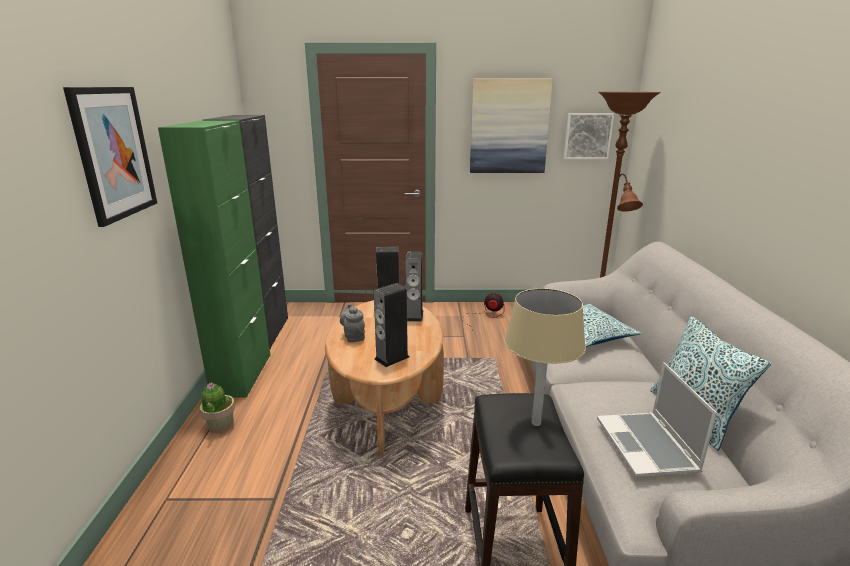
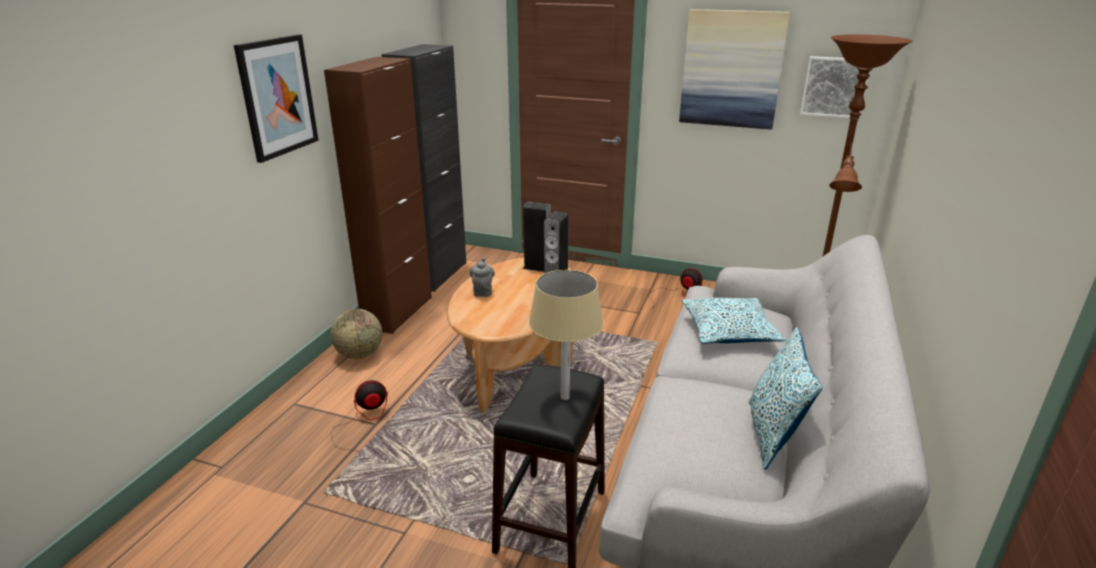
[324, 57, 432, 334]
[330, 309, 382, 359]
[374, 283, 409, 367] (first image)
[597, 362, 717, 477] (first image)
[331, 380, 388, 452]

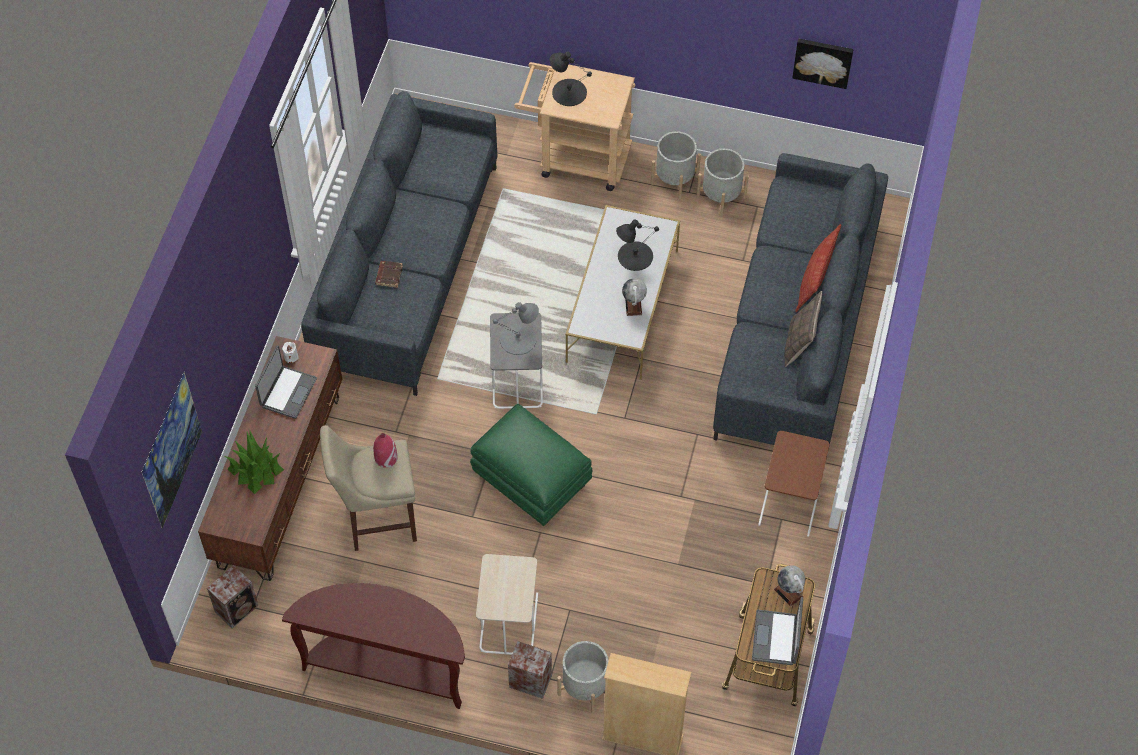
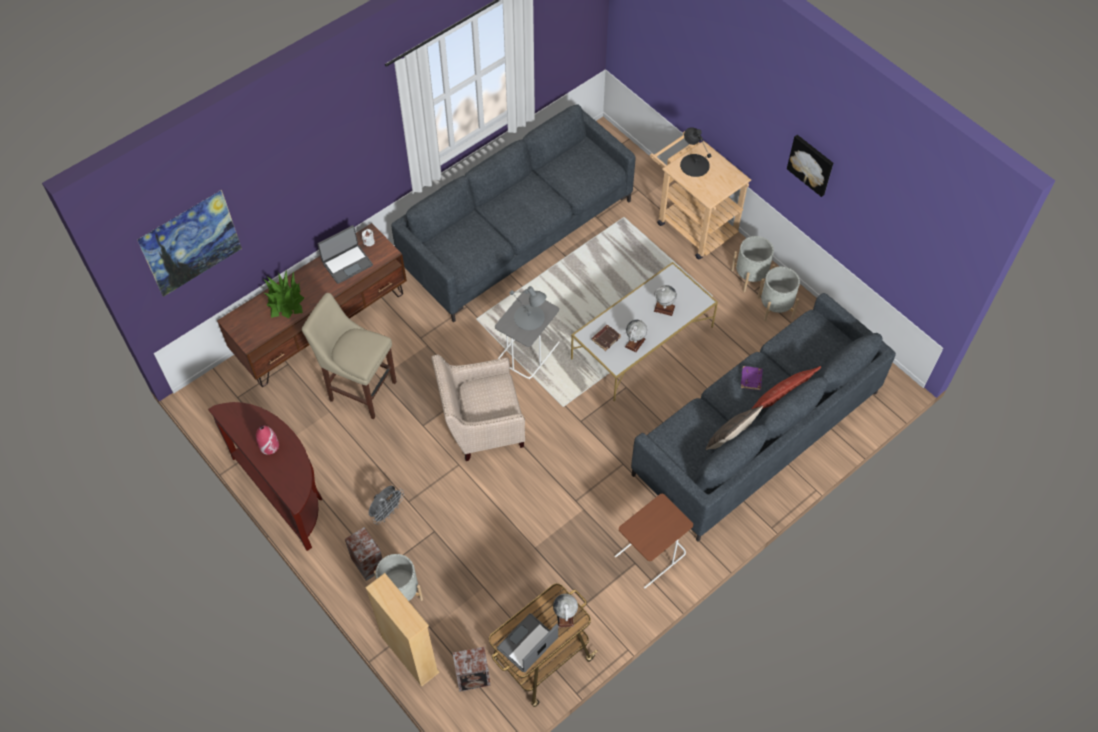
[453, 647, 490, 692]
[256, 425, 279, 455]
[591, 325, 621, 351]
[431, 355, 525, 461]
[369, 486, 404, 525]
[654, 285, 677, 316]
[787, 135, 833, 197]
[741, 366, 763, 390]

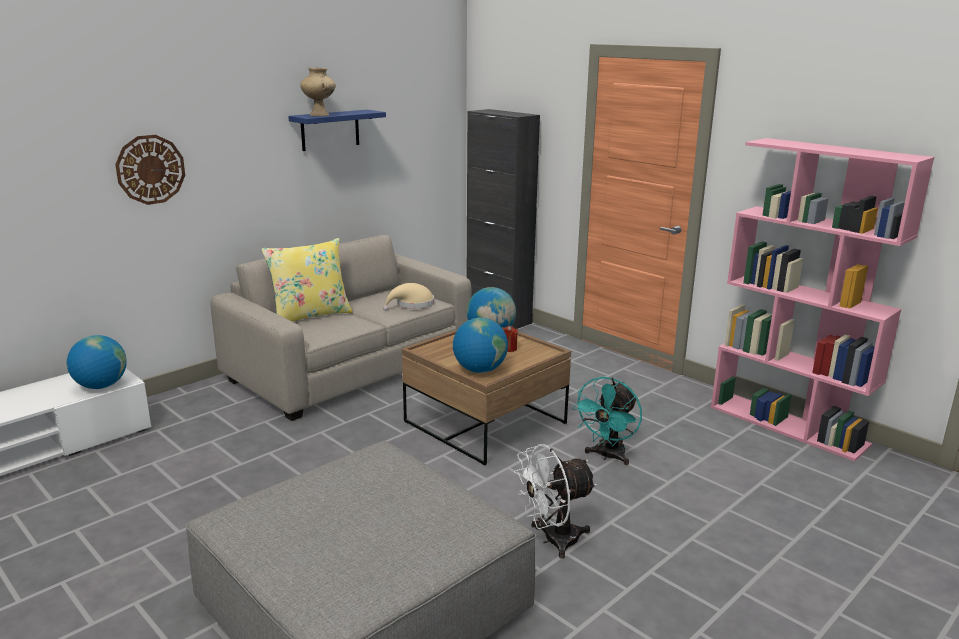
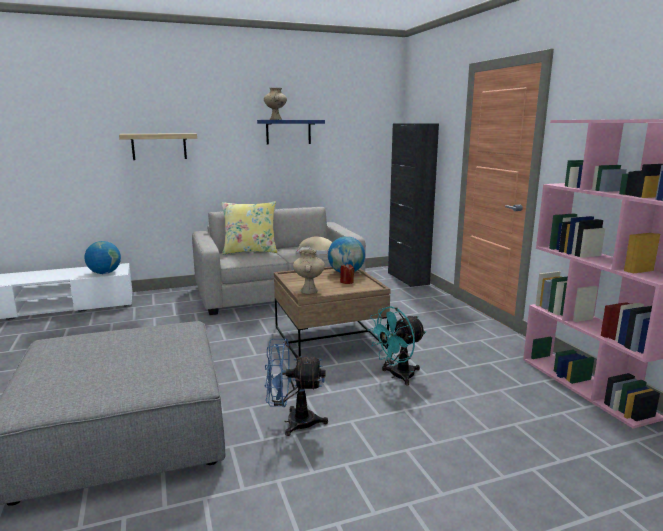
[119, 133, 197, 160]
[293, 249, 325, 294]
[264, 339, 328, 436]

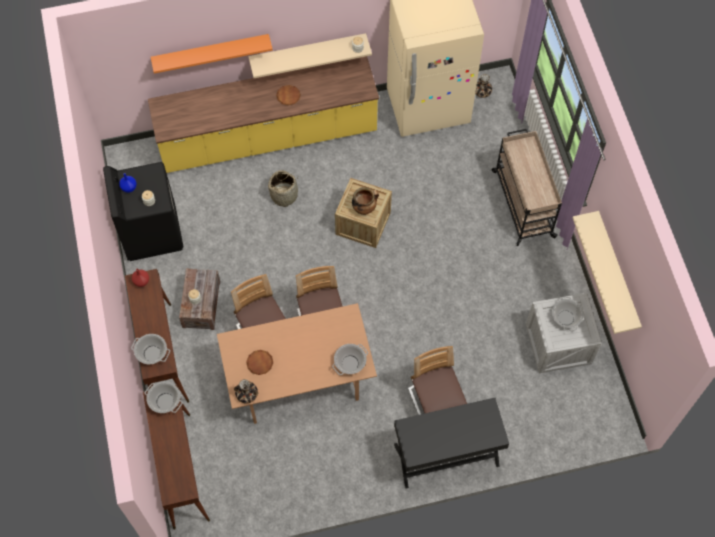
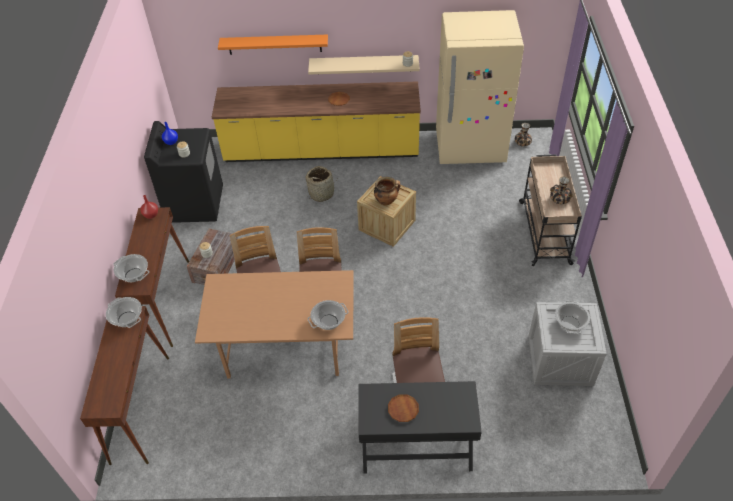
[550, 176, 573, 204]
[388, 394, 419, 422]
[573, 211, 642, 334] (first image)

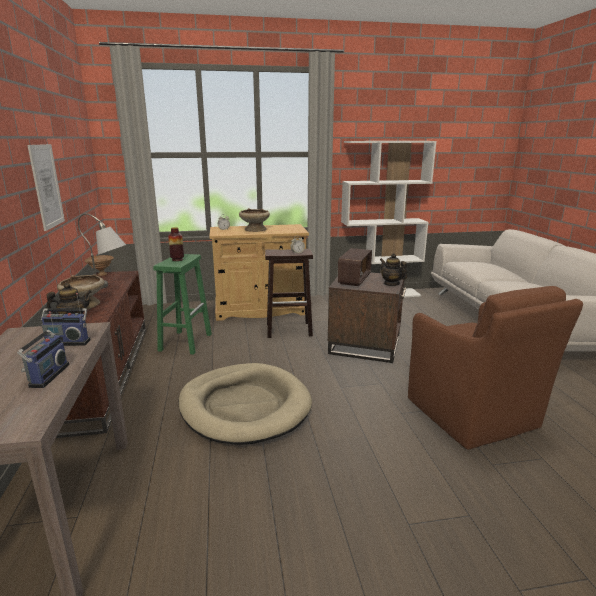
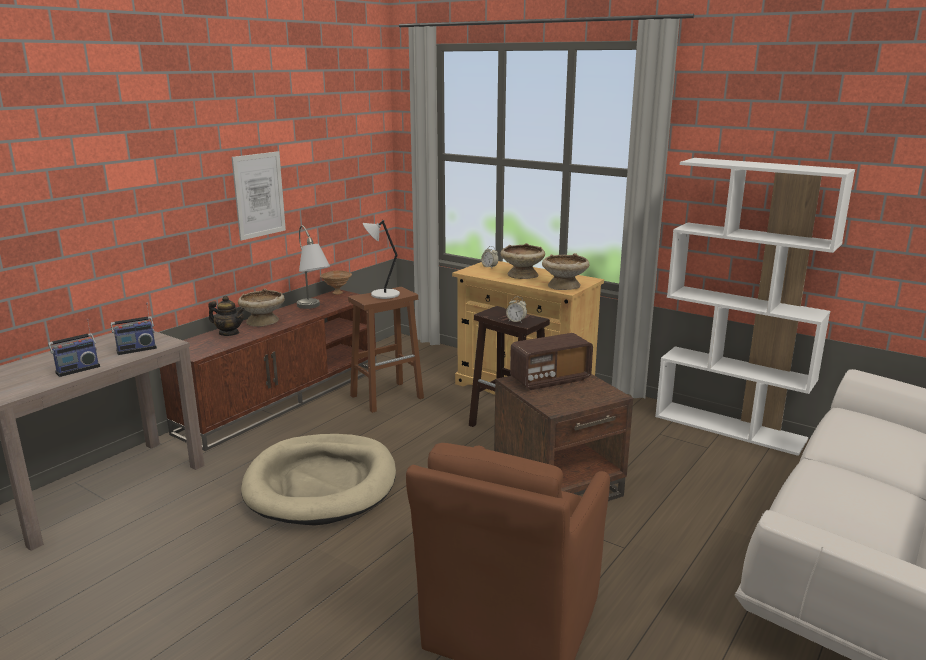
[111, 303, 157, 355]
[348, 287, 424, 413]
[363, 220, 400, 299]
[380, 253, 407, 286] (first image)
[542, 253, 590, 290]

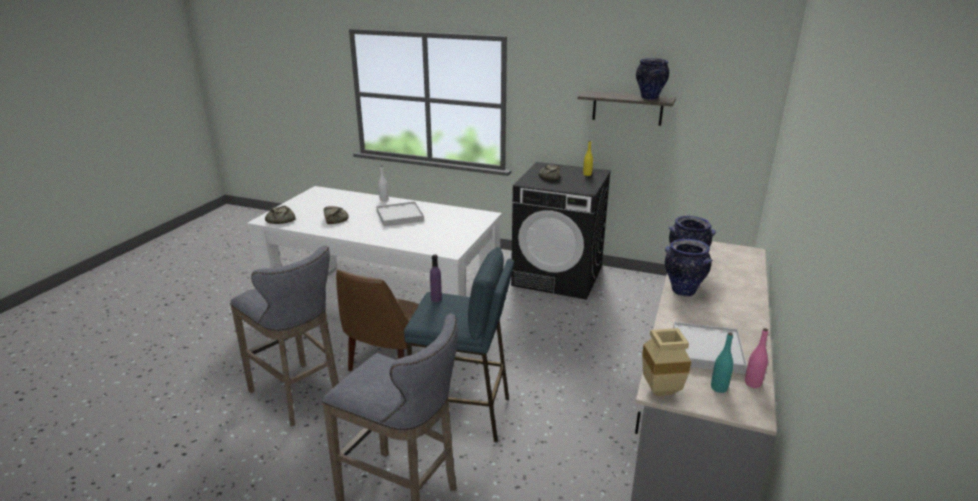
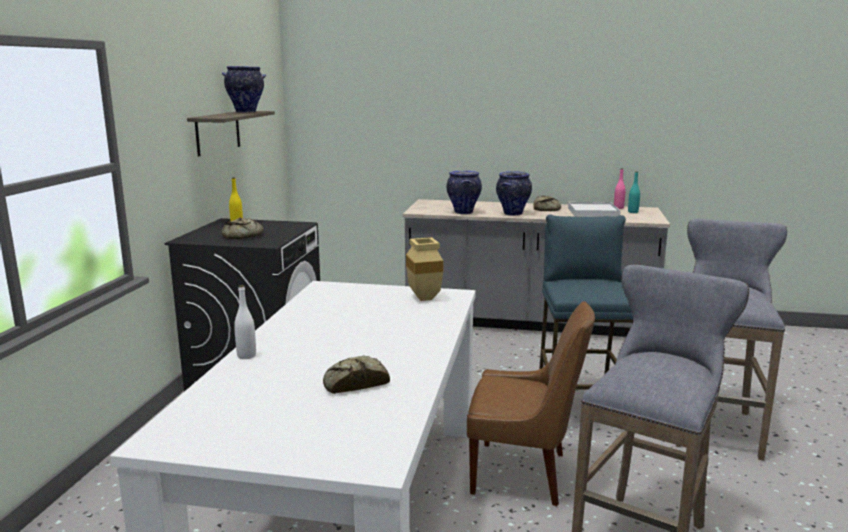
[534, 196, 561, 211]
[376, 201, 424, 227] (first image)
[430, 254, 442, 302] (first image)
[406, 237, 443, 301]

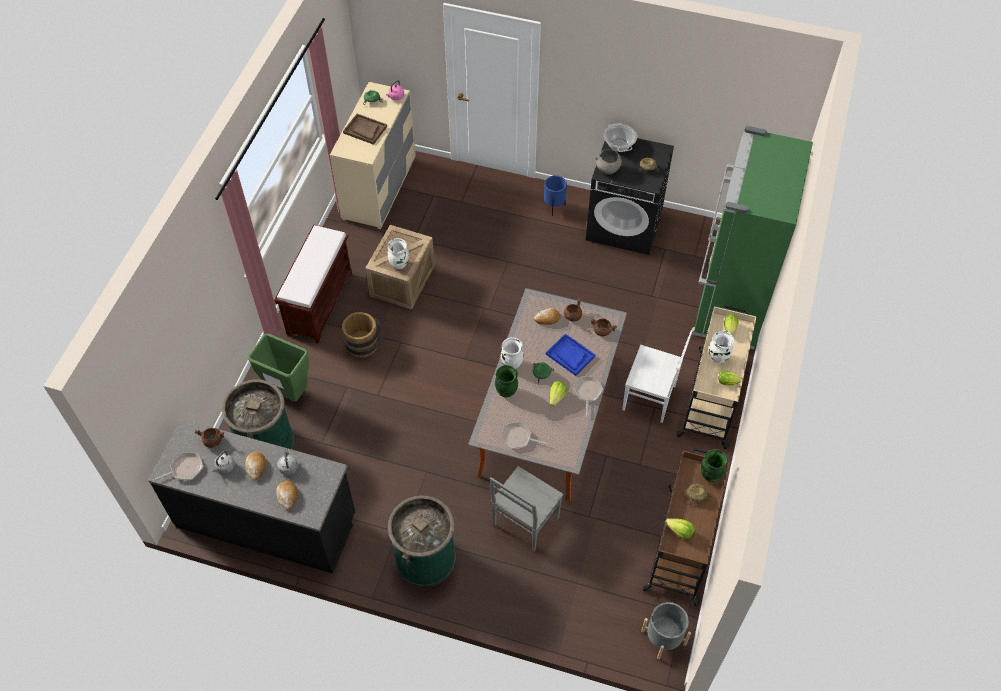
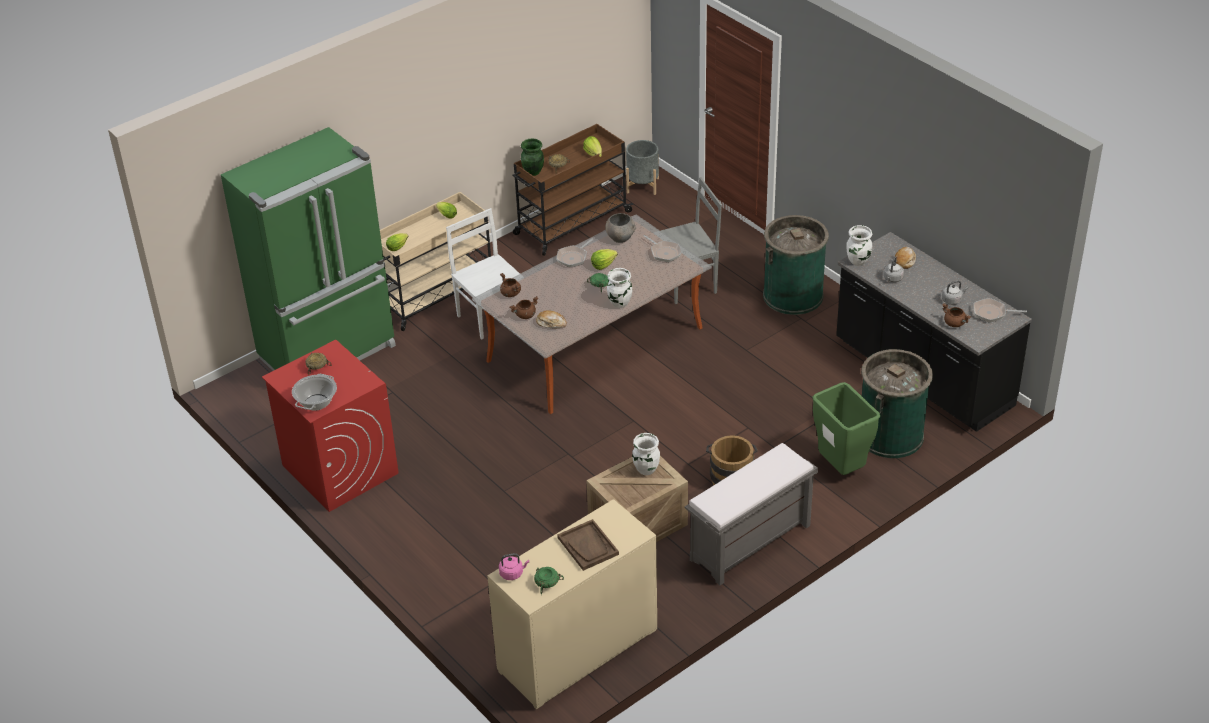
[246, 452, 266, 481] (first image)
[685, 443, 818, 585]
[495, 365, 518, 397] (first image)
[544, 175, 567, 216] (first image)
[546, 334, 595, 376] (first image)
[262, 340, 399, 512]
[605, 213, 636, 243]
[846, 225, 872, 266]

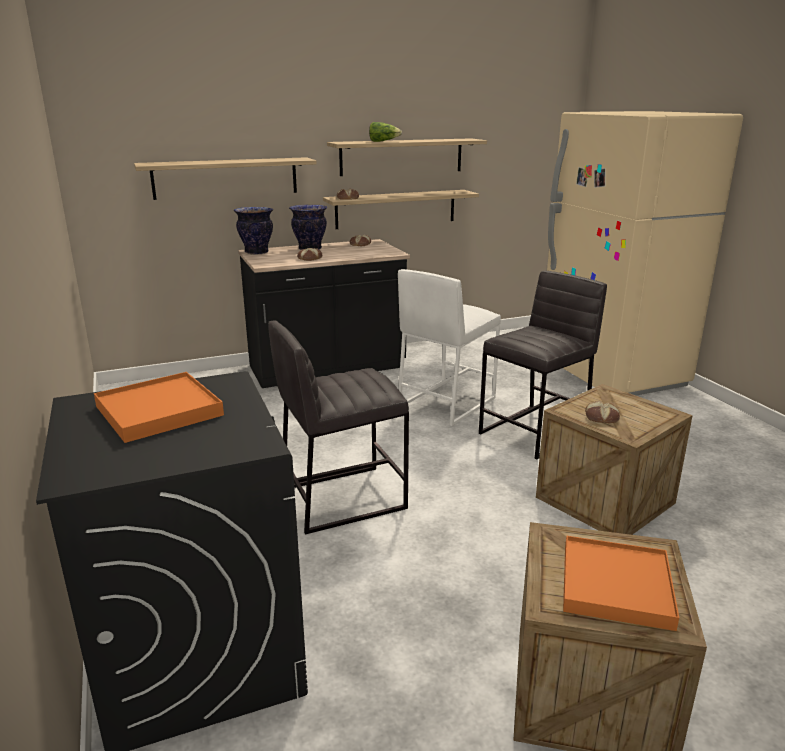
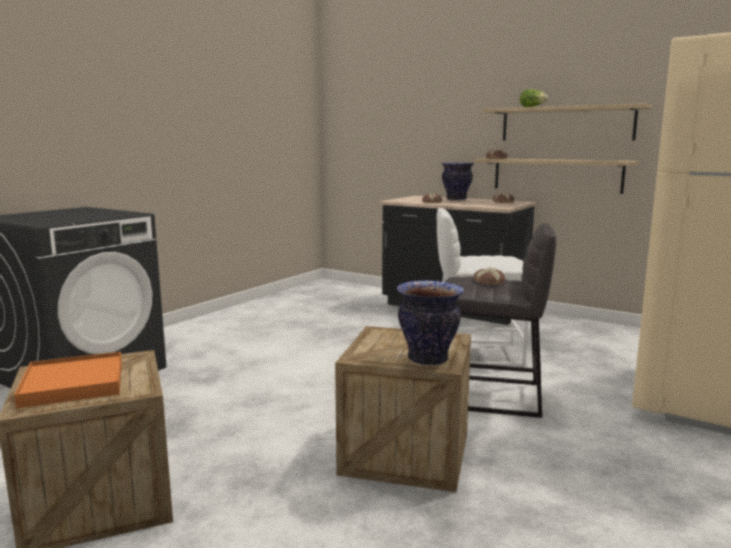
[94, 372, 224, 443] (first image)
[134, 157, 317, 200] (first image)
[397, 280, 464, 366]
[268, 320, 409, 534] (first image)
[473, 268, 505, 285]

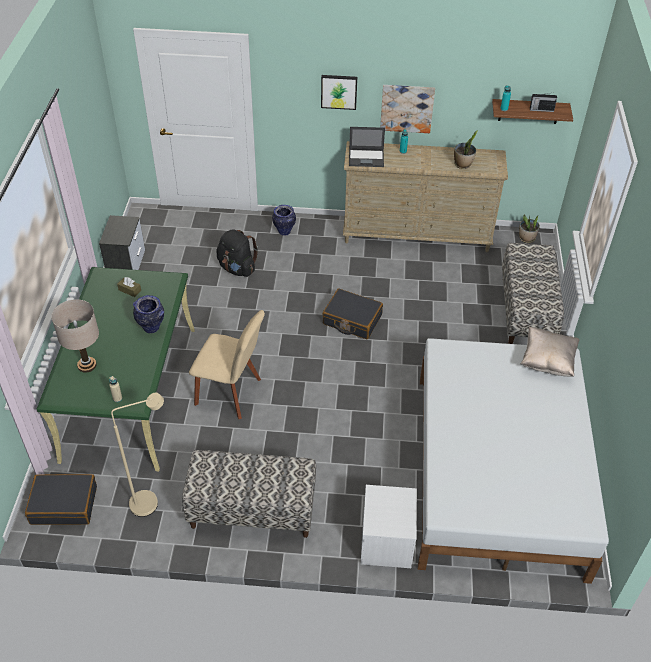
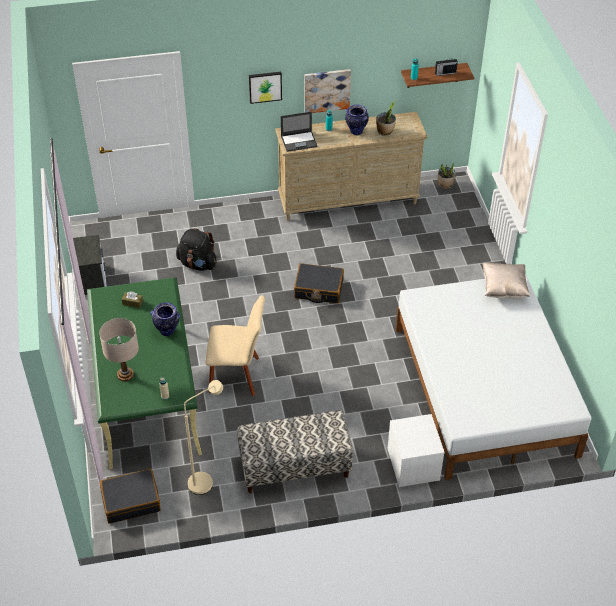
[345, 104, 369, 135]
[502, 243, 564, 344] (first image)

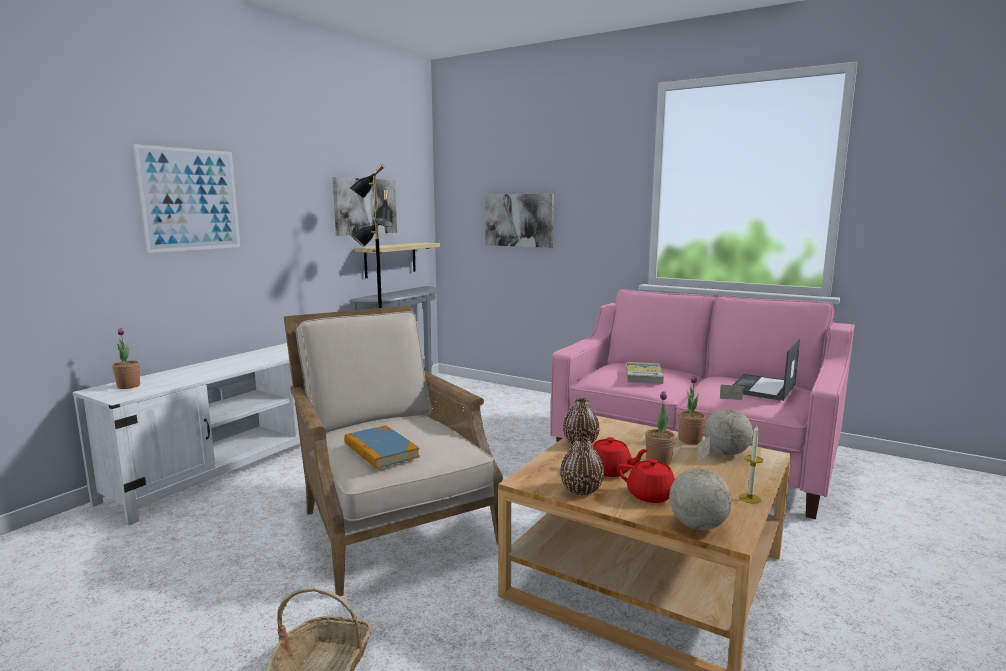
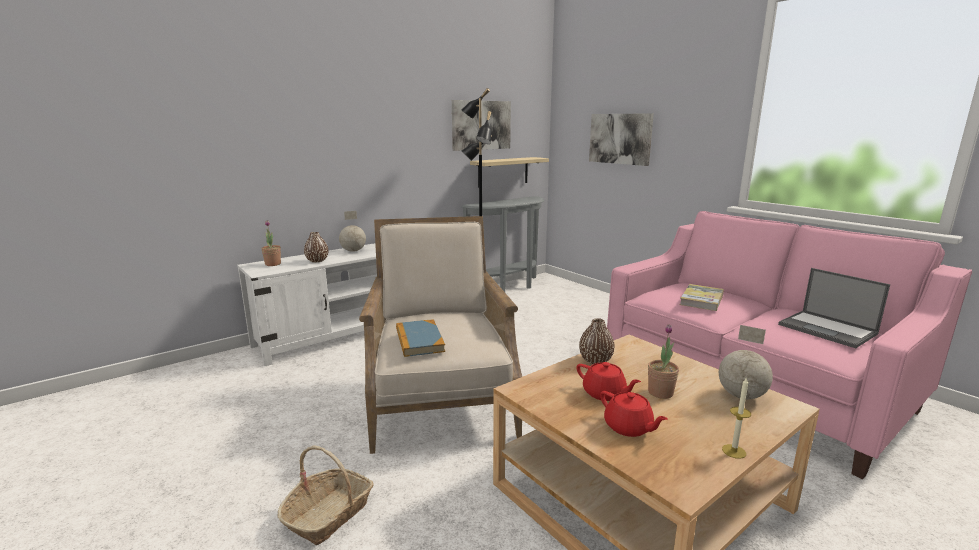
[133, 144, 240, 253] (first image)
[304, 232, 328, 262]
[339, 211, 366, 252]
[678, 375, 706, 444] (first image)
[778, 268, 890, 348]

